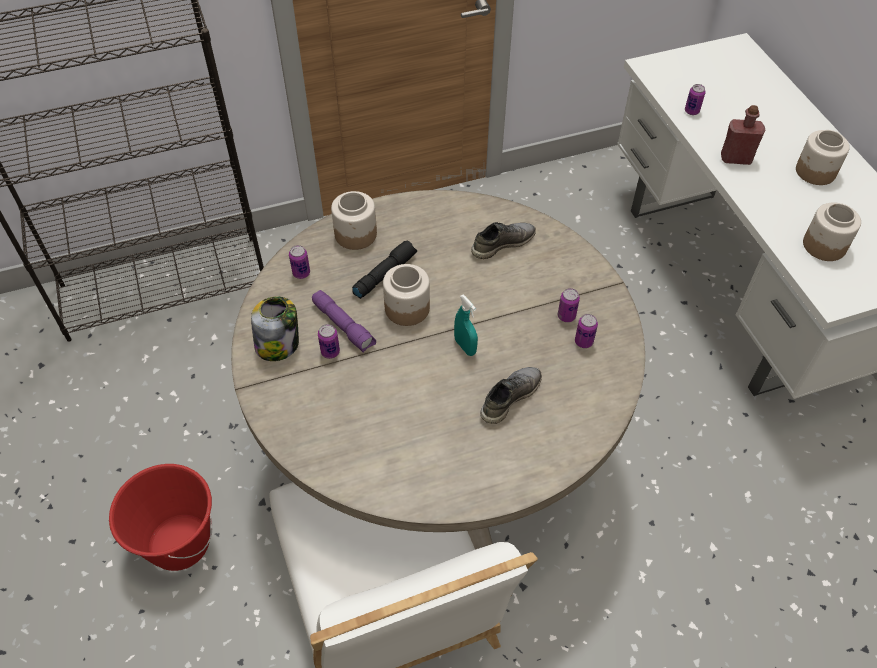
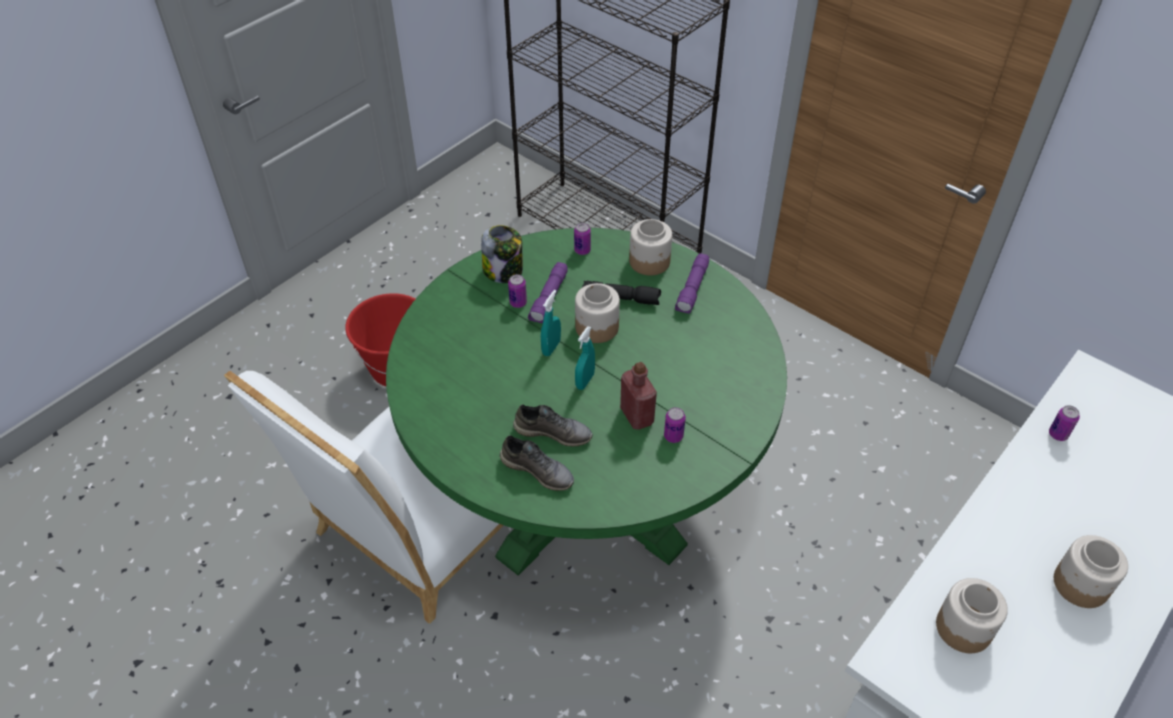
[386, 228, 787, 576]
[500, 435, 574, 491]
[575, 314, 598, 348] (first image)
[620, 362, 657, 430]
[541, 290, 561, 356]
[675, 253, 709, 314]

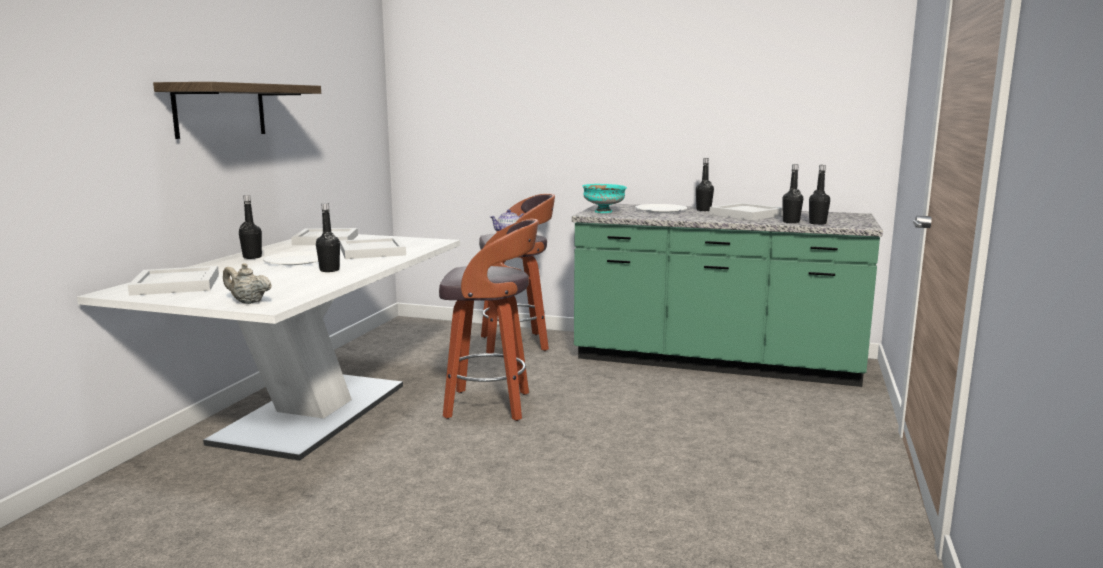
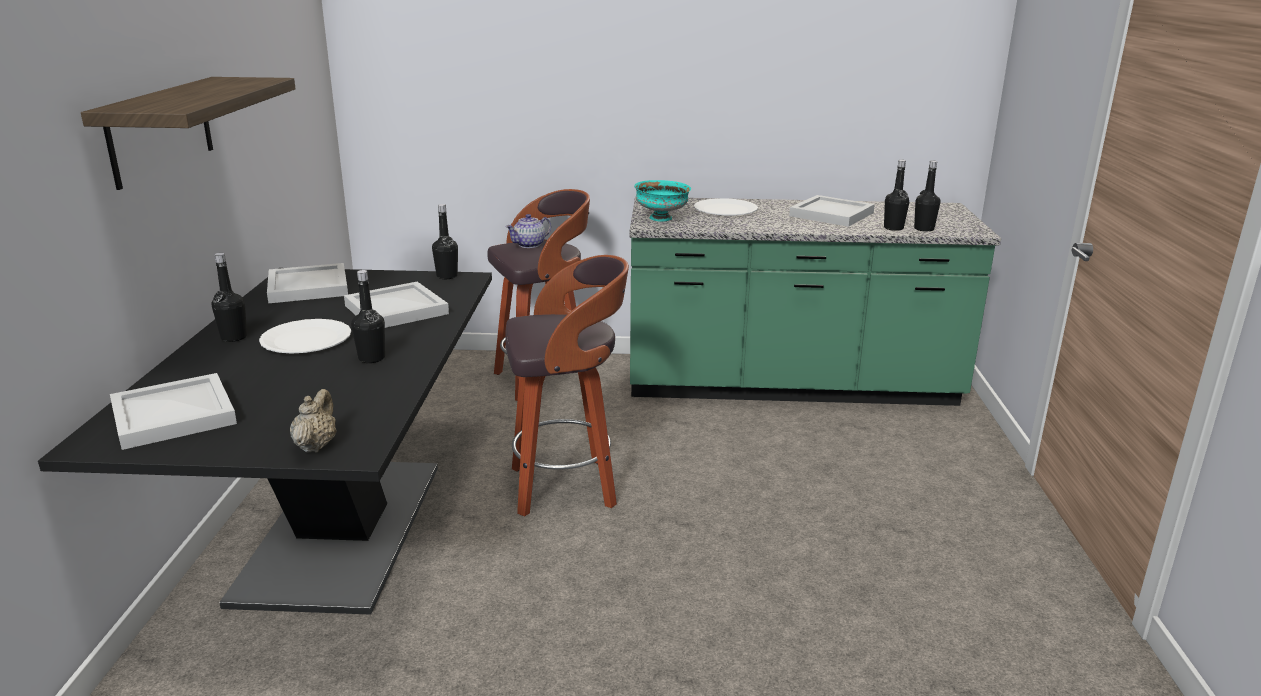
[38, 268, 492, 615]
[290, 389, 337, 452]
[432, 204, 458, 279]

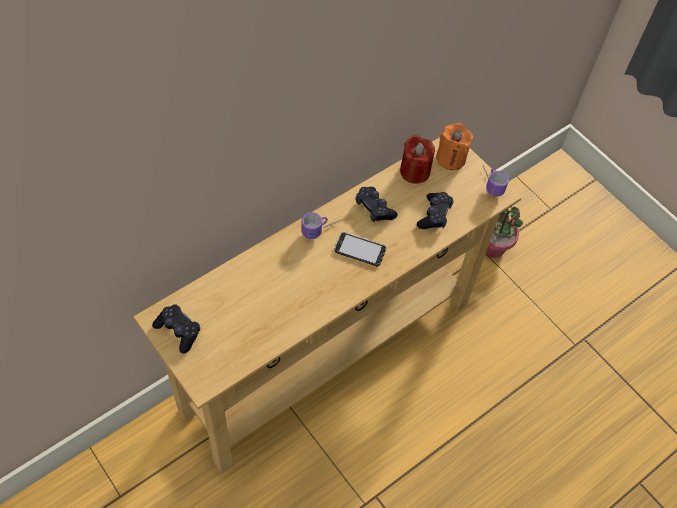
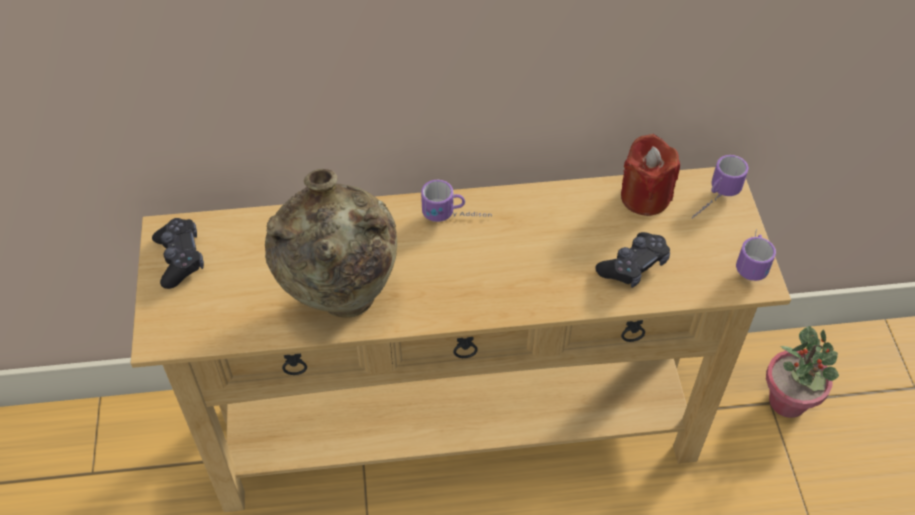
[334, 232, 387, 266] (first image)
[355, 187, 397, 222] (first image)
[692, 155, 748, 219]
[265, 169, 397, 318]

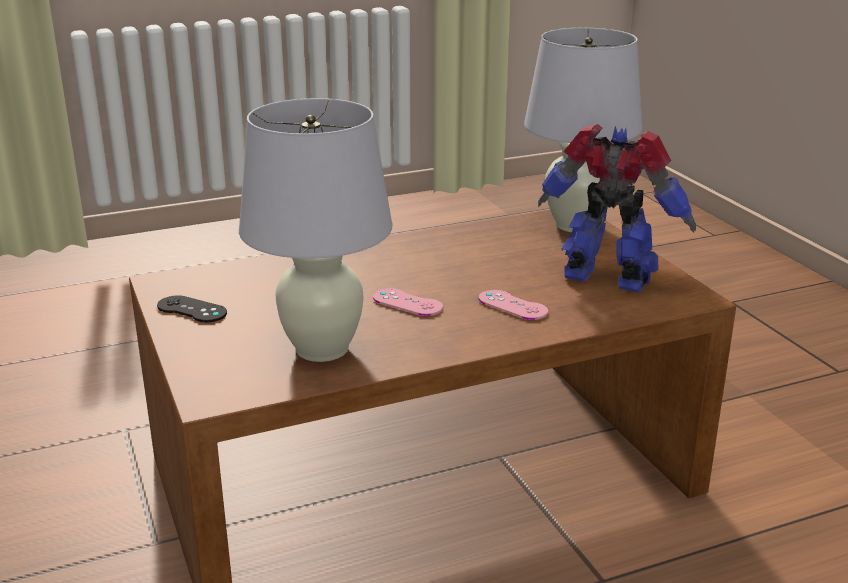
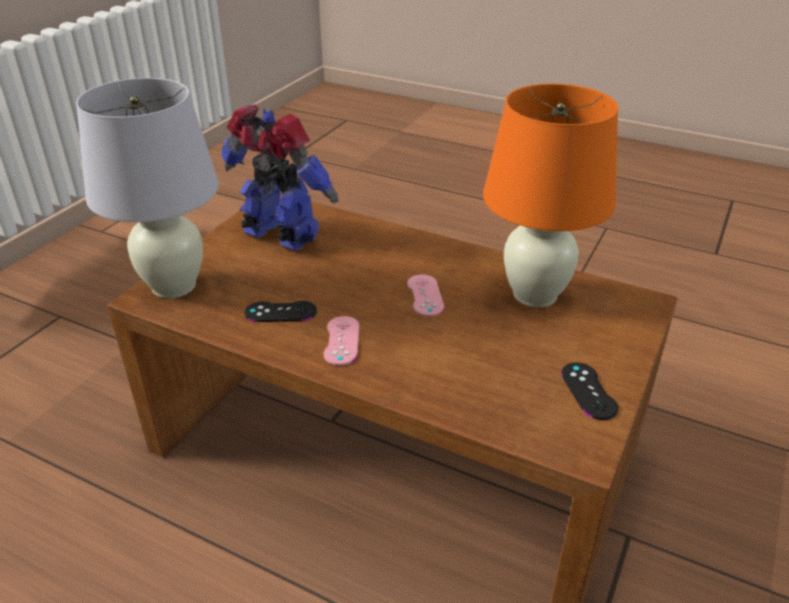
[483, 84, 619, 307]
[324, 316, 360, 366]
[221, 105, 339, 251]
[244, 301, 317, 322]

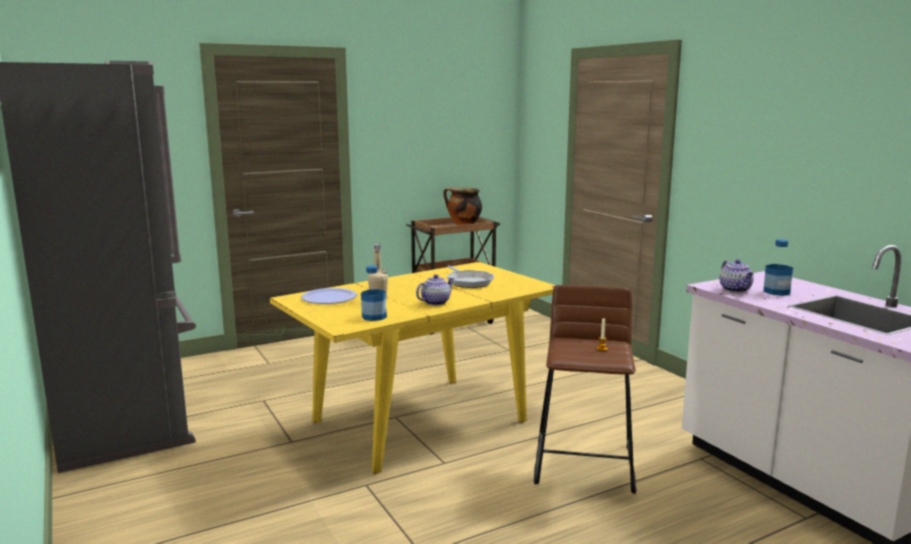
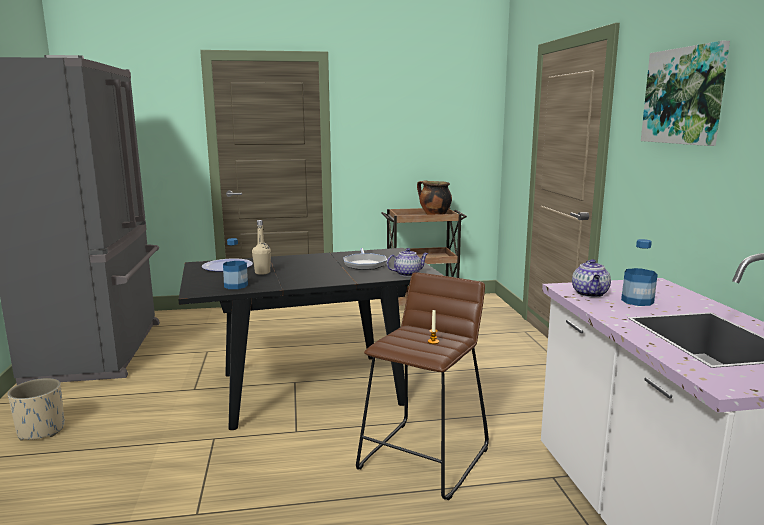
[178, 248, 444, 430]
[387, 248, 428, 277]
[8, 378, 65, 441]
[641, 41, 730, 146]

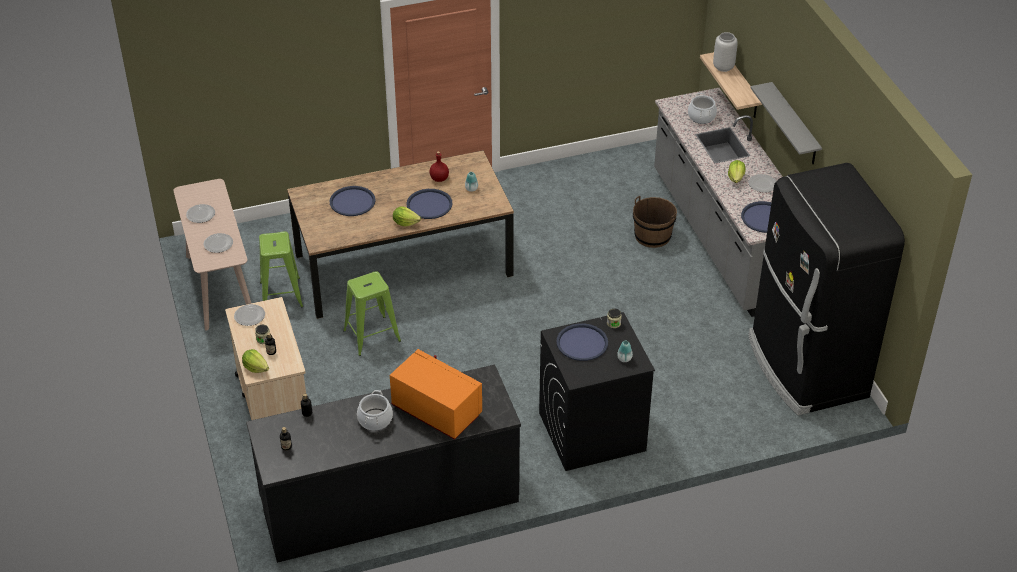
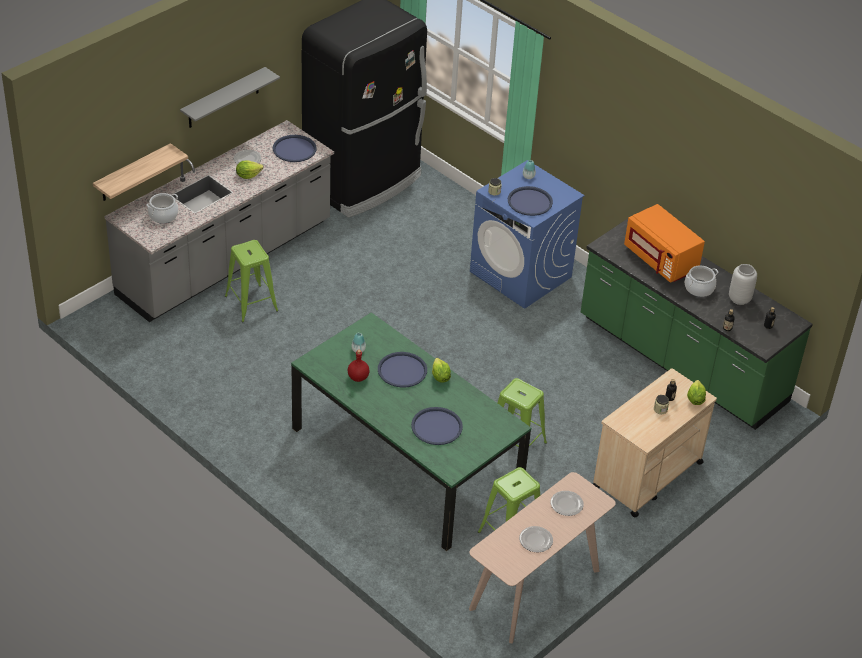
[234, 304, 265, 326] (first image)
[581, 215, 813, 430]
[291, 312, 531, 551]
[624, 204, 705, 283]
[470, 160, 584, 309]
[225, 240, 278, 322]
[729, 264, 757, 305]

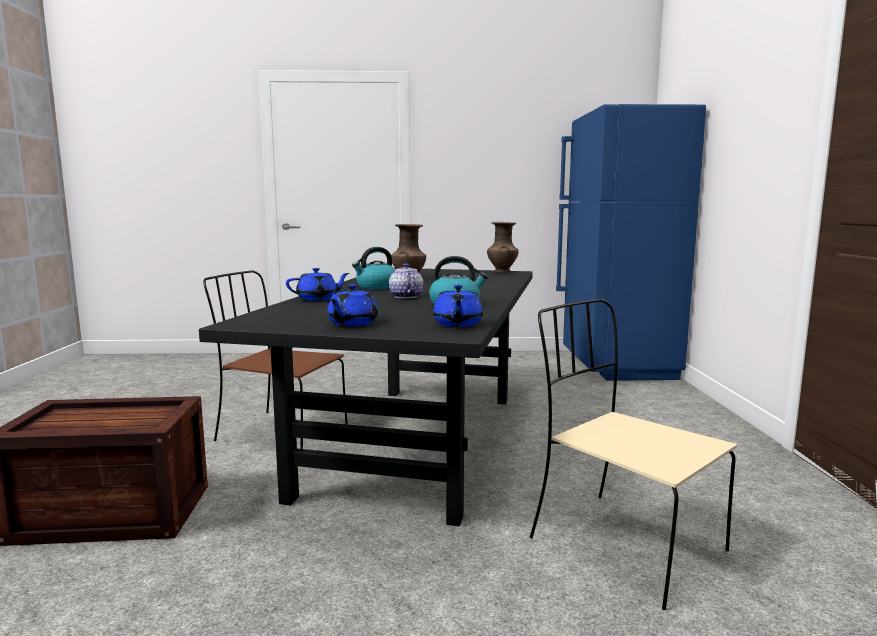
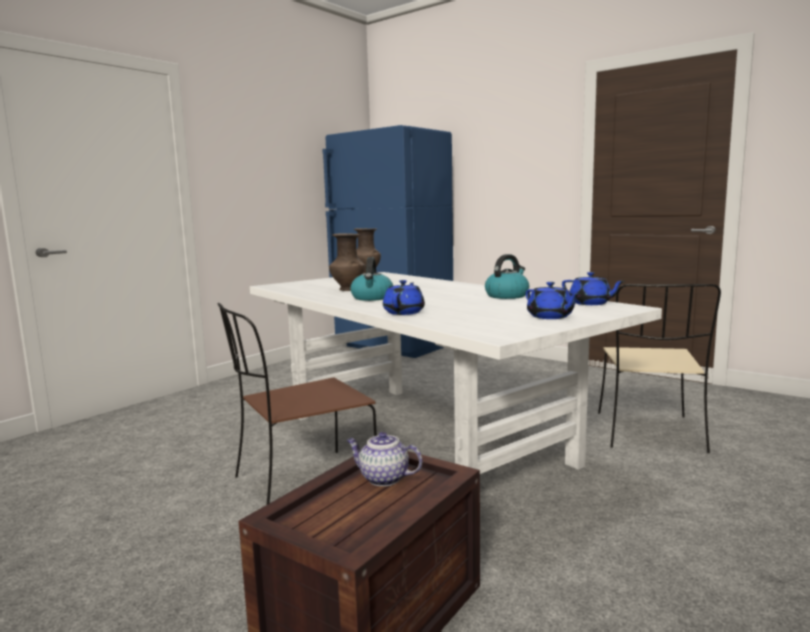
[250, 272, 662, 474]
[346, 432, 422, 486]
[598, 284, 721, 453]

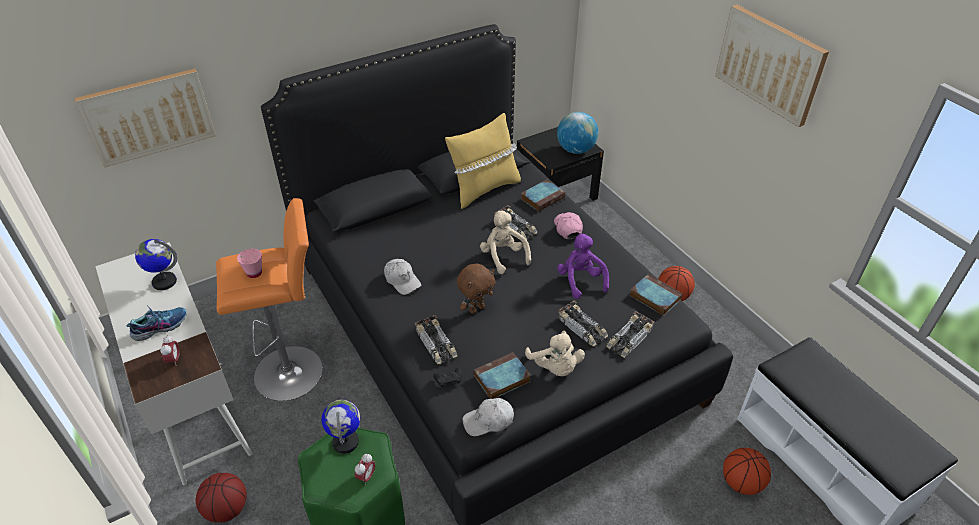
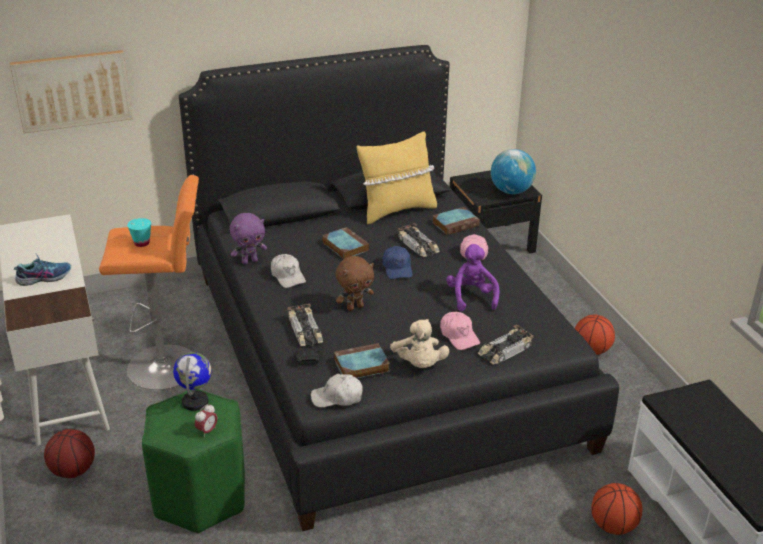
[135, 239, 177, 290] (first image)
[160, 335, 180, 366] (first image)
[127, 218, 151, 247]
[382, 246, 413, 279]
[440, 312, 480, 350]
[322, 227, 369, 259]
[715, 5, 829, 127] (first image)
[230, 213, 267, 265]

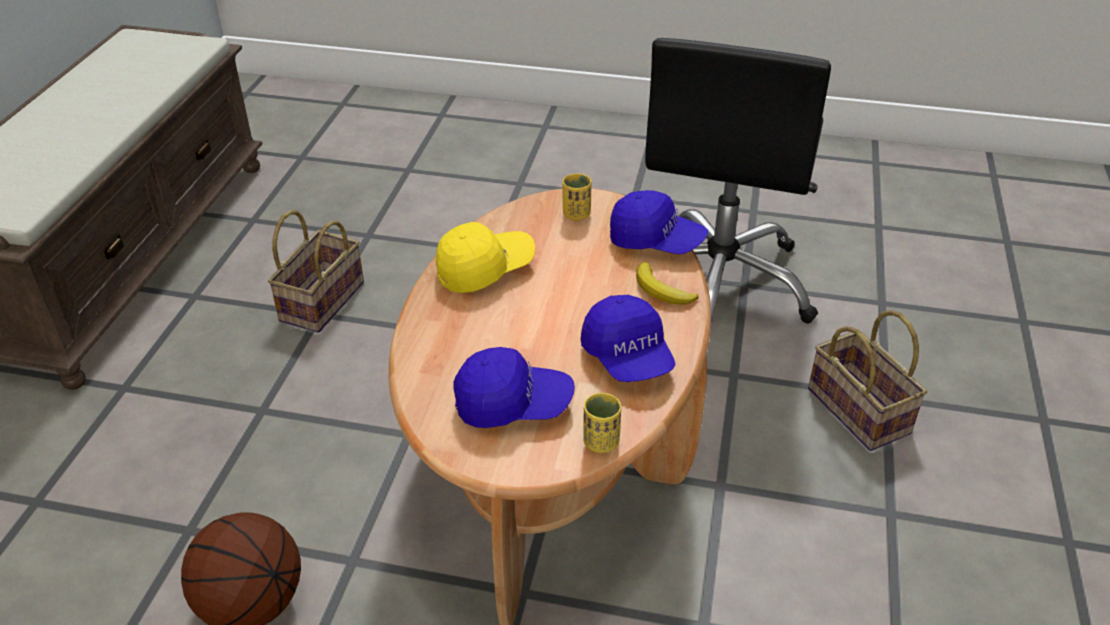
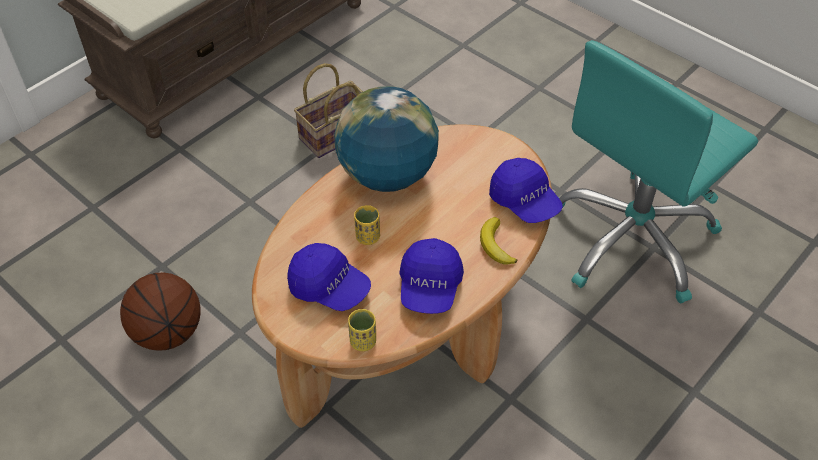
[334, 86, 439, 192]
[354, 205, 380, 245]
[558, 40, 758, 303]
[808, 311, 927, 451] (first image)

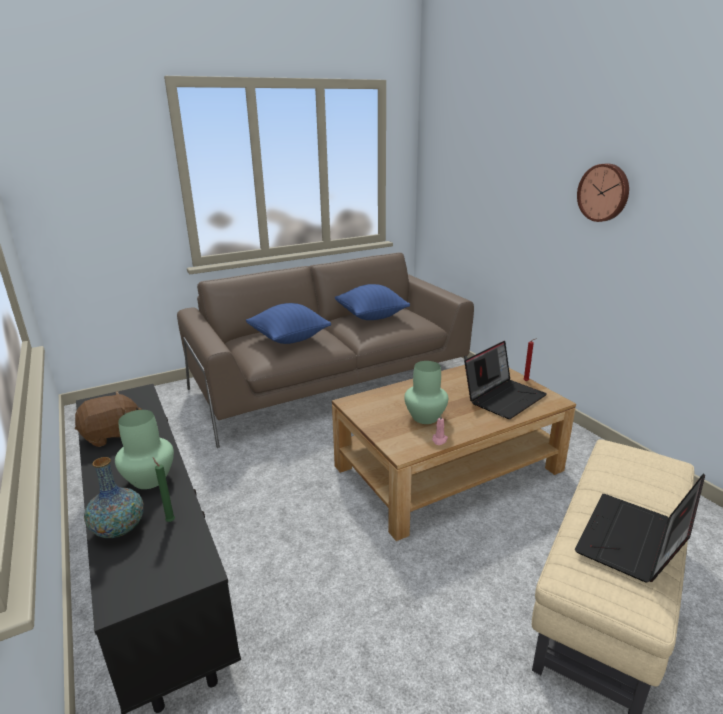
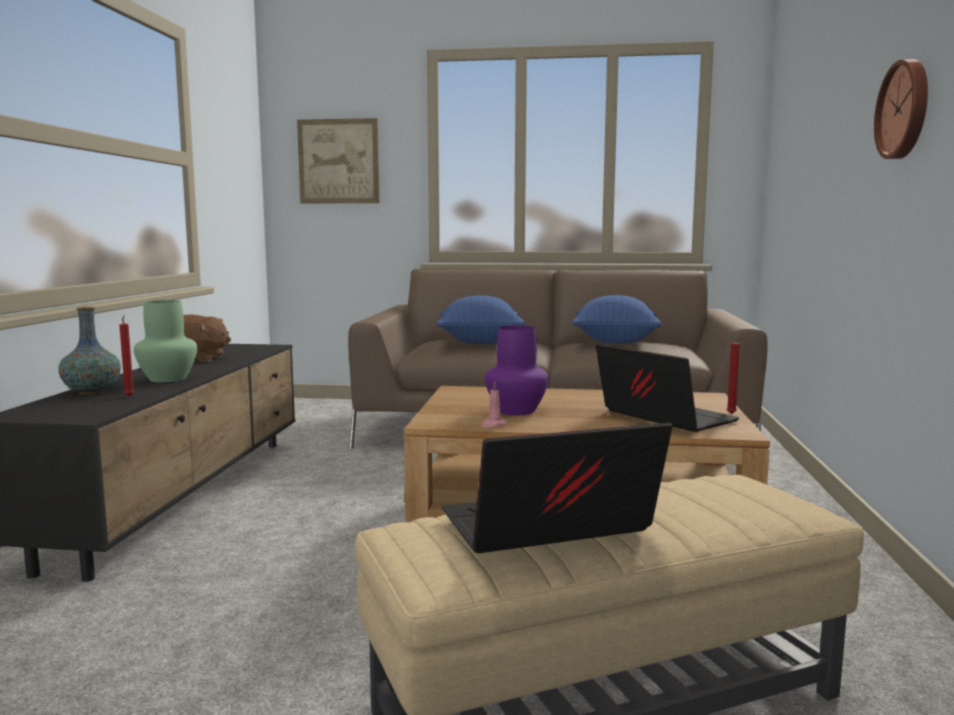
[119, 315, 135, 397]
[485, 325, 549, 415]
[596, 344, 739, 432]
[297, 118, 380, 204]

